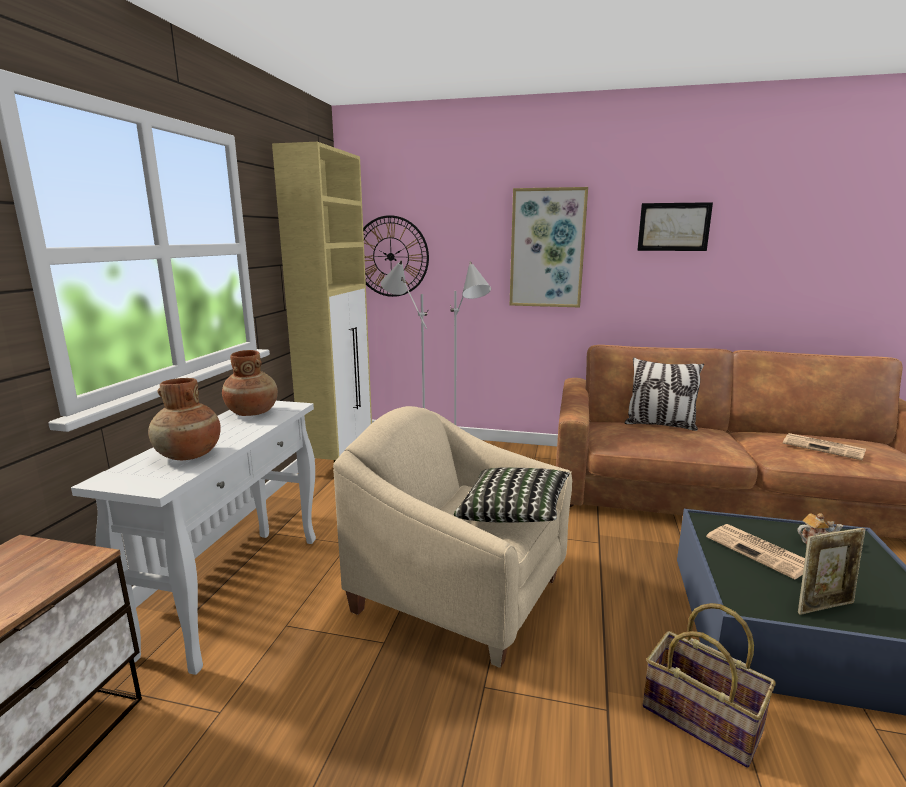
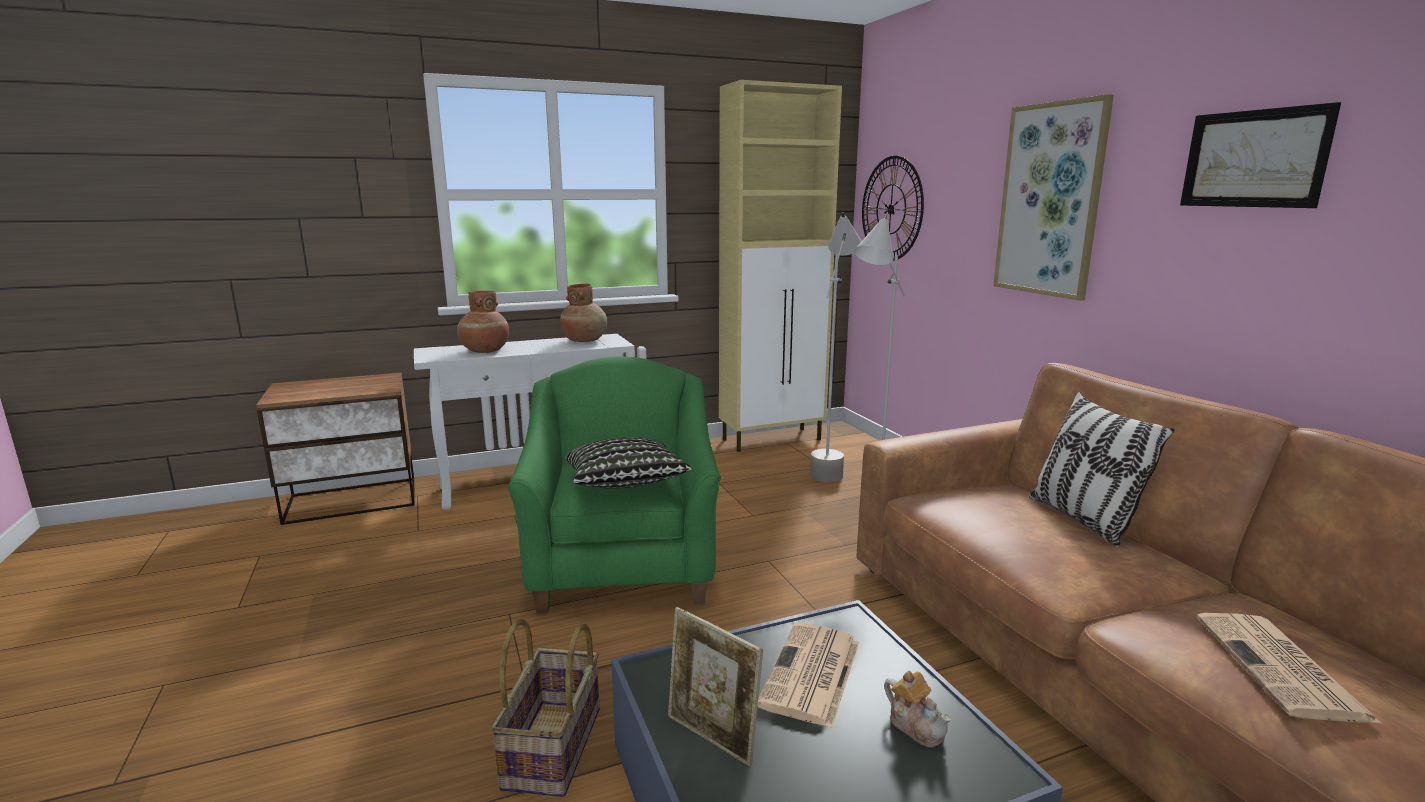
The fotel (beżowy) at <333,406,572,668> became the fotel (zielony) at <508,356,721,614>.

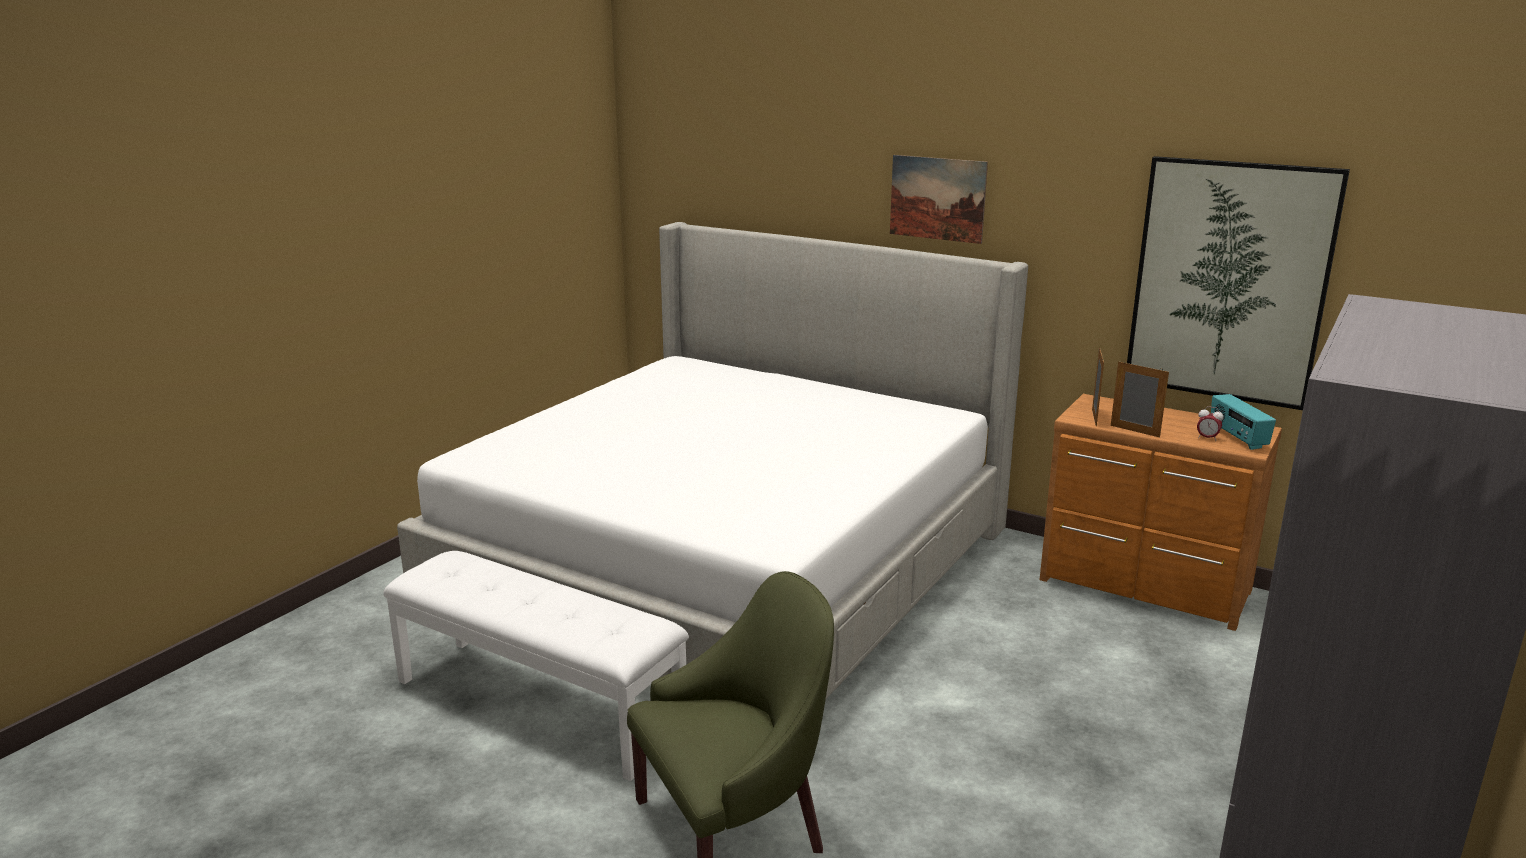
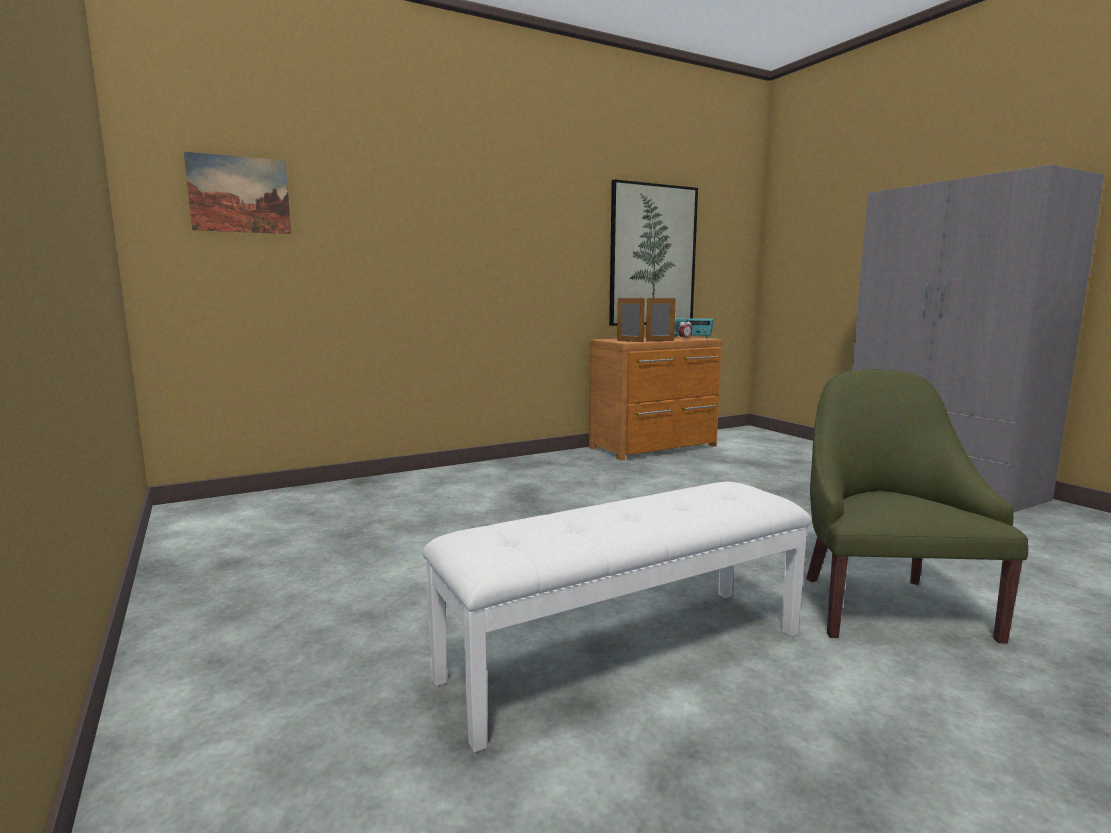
The łóżko at <397,222,1028,699> disappeared. The obraz moved from <890,155,988,244> to <184,151,291,234>.

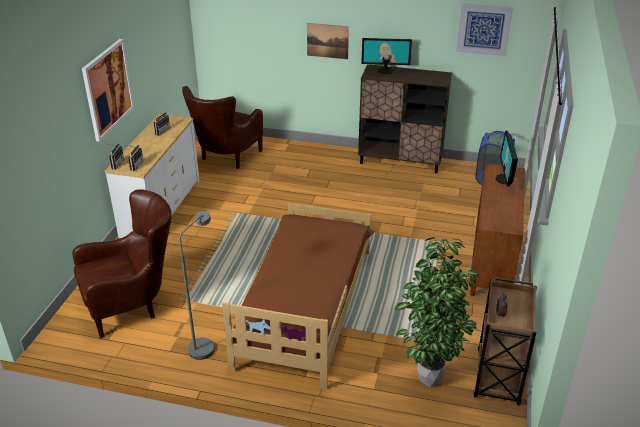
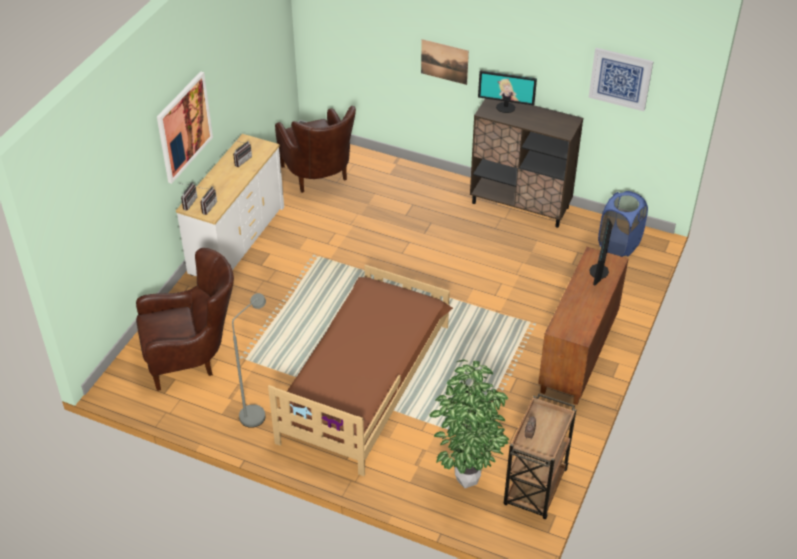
The fotel (brązowy) at <182,86,263,169> turned 60 degrees counterclockwise.

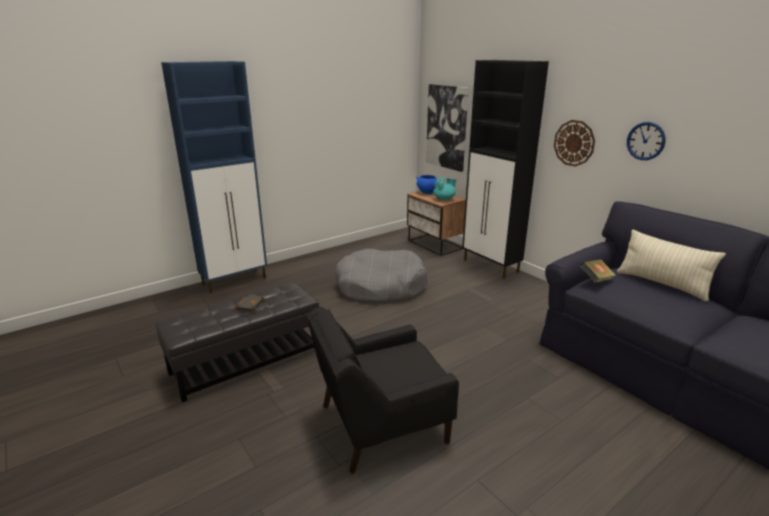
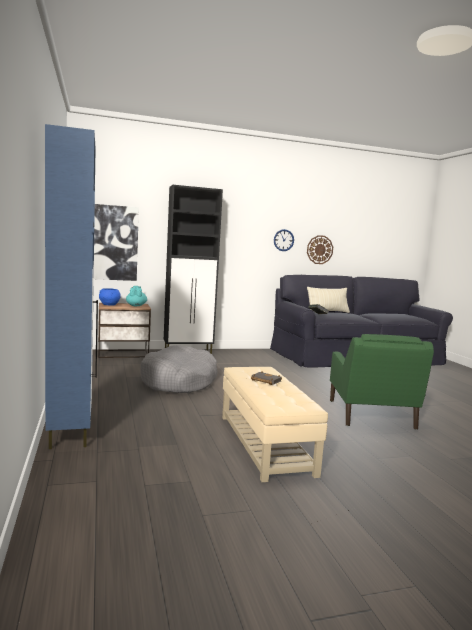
The pufa (czarny) at <155,282,319,402> became the pufa (beżowy) at <222,367,328,482>. The fotel (czarny) at <307,307,459,474> became the fotel (zielony) at <330,334,434,430>. The zegar ścienny moved from <554,120,595,167> to <307,235,333,264>.

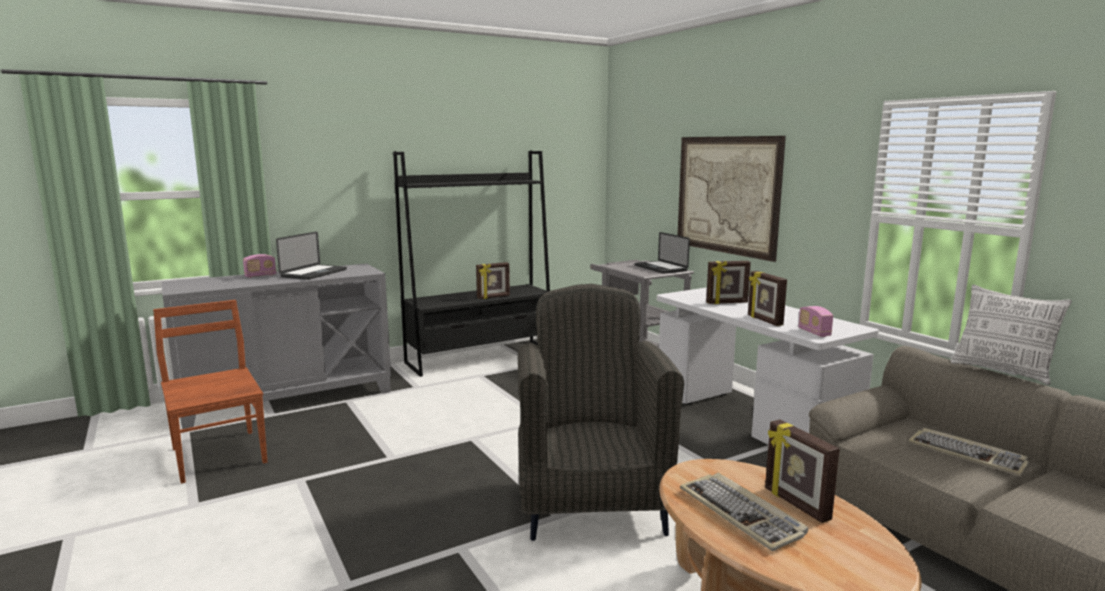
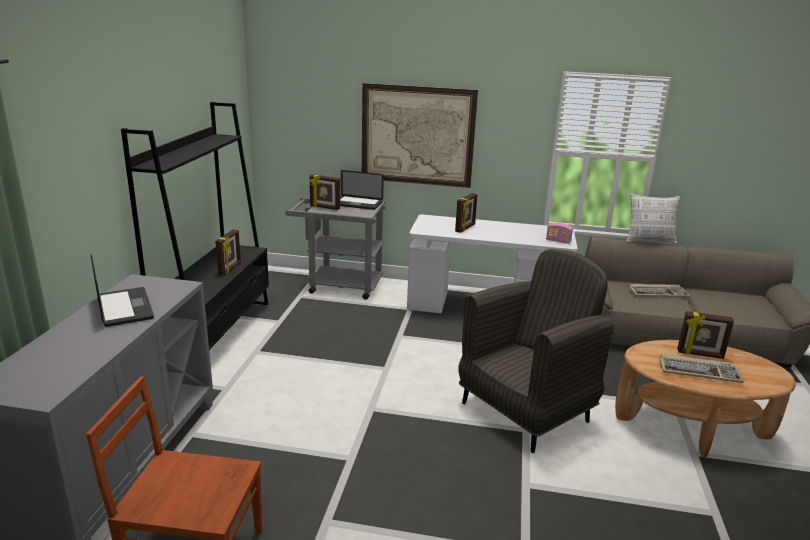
The radio at <243,254,276,278> disappeared. The fotel (szary) at <518,284,684,541> turned 105 degrees clockwise. The ramka na zdjęcie moved from <748,271,787,326> to <309,174,340,210>.

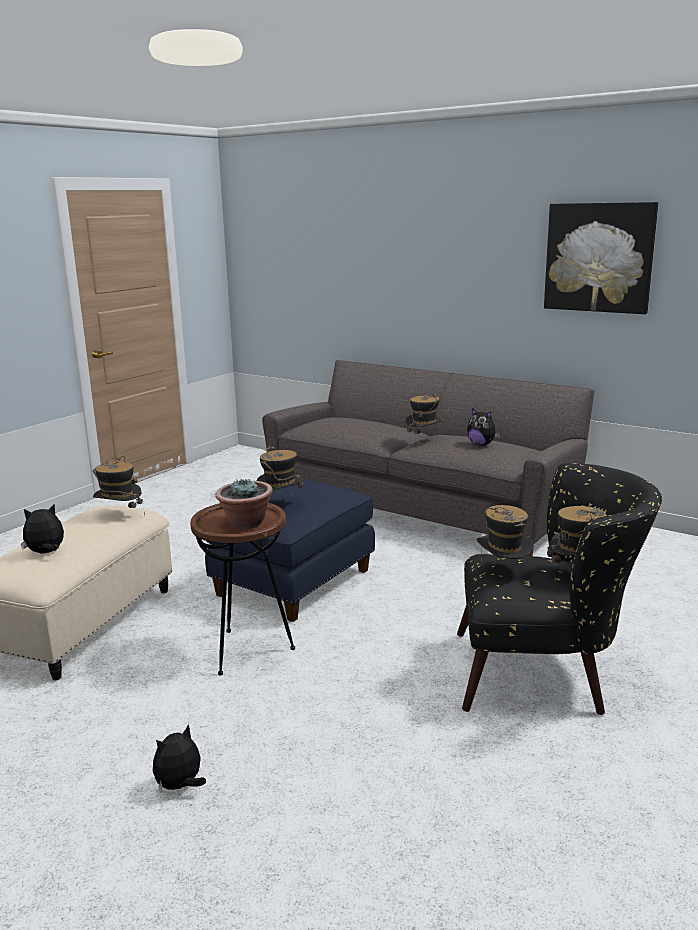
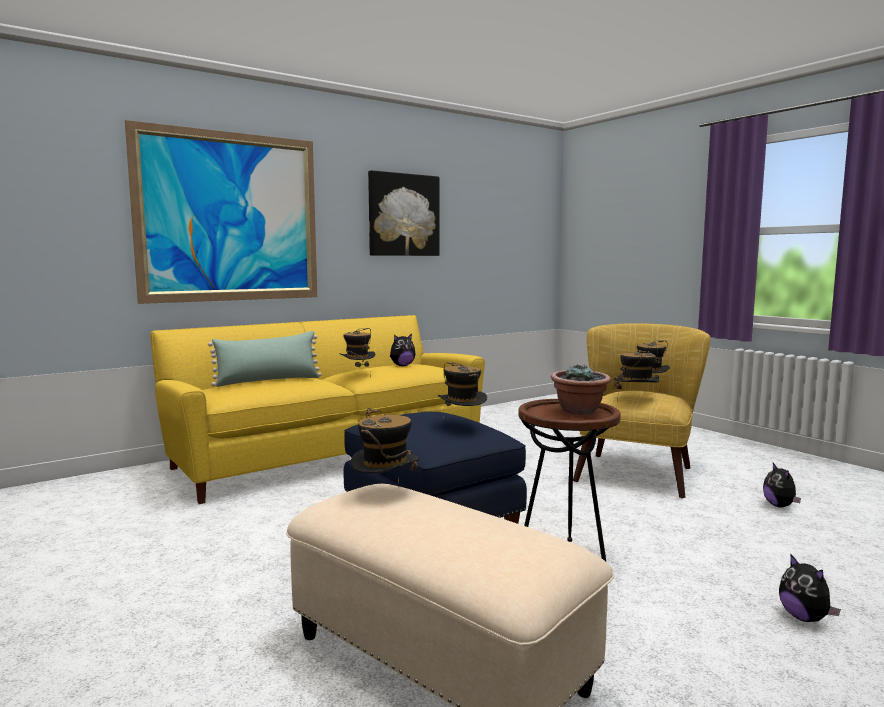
The pluszak moved from <21,504,64,553> to <763,463,801,508>. The kanapa (szary) at <262,360,594,556> became the kanapa (żółty) at <150,315,485,504>. The fotel (czarny) at <457,463,662,715> became the fotel (żółty) at <573,323,711,498>. The obraz at <125,120,317,304> appeared. The poduszka (zielony) at <208,331,322,387> appeared.

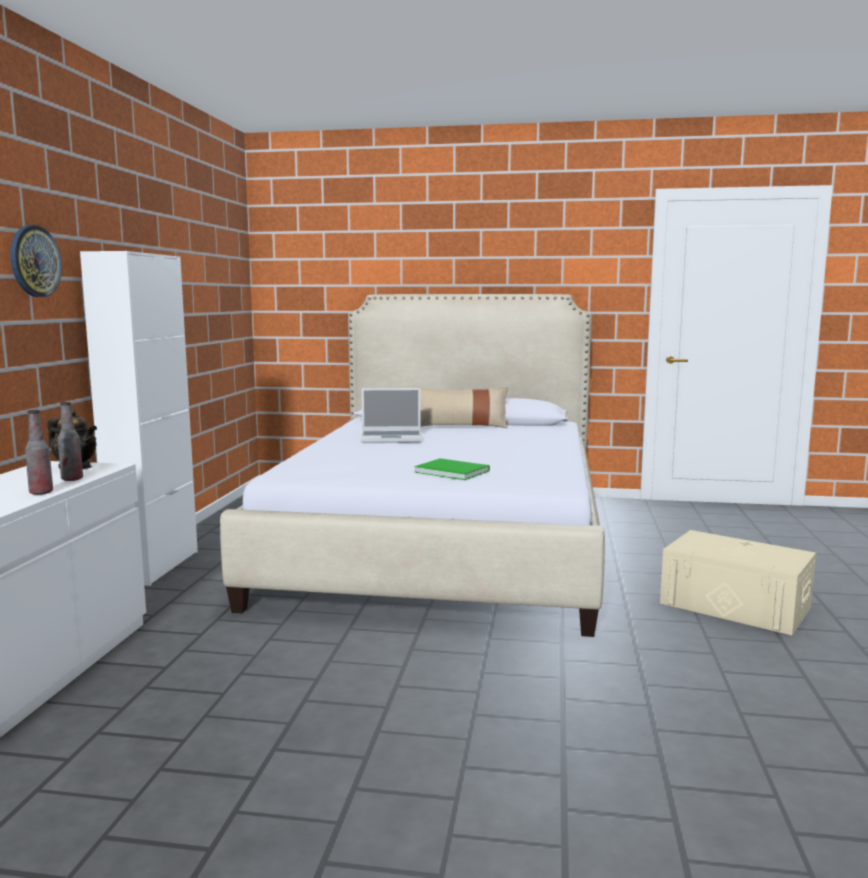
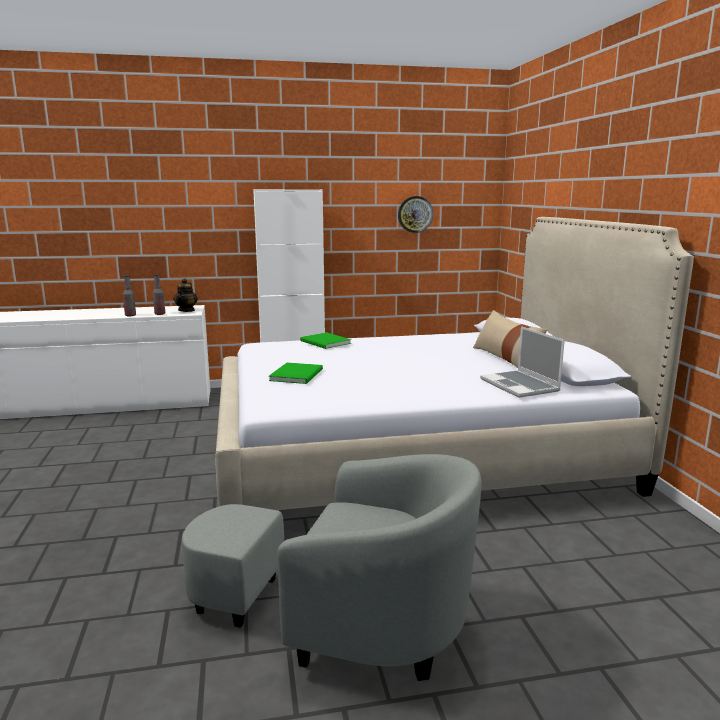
The zegar ścienny moved from <10,225,62,297> to <398,196,433,233>. The laptop moved from <360,388,422,443> to <480,326,565,398>. The pojemnik do przechowywania (beżowy) at <660,530,816,635> was replaced by the fotel (szary) at <182,454,482,681>. The książka (zielony) at <300,332,351,349> appeared.

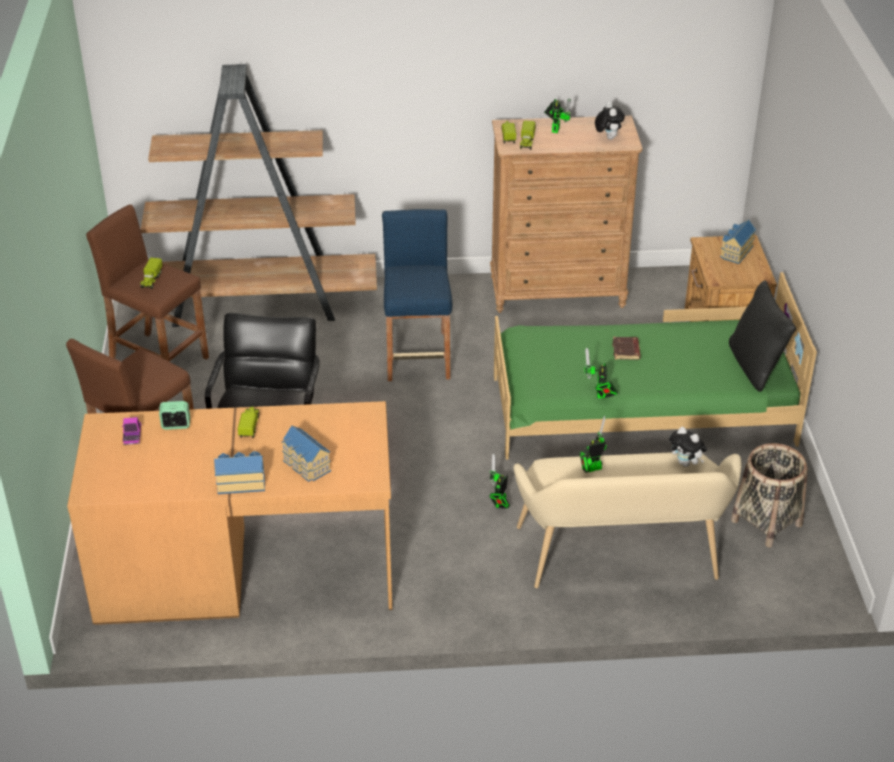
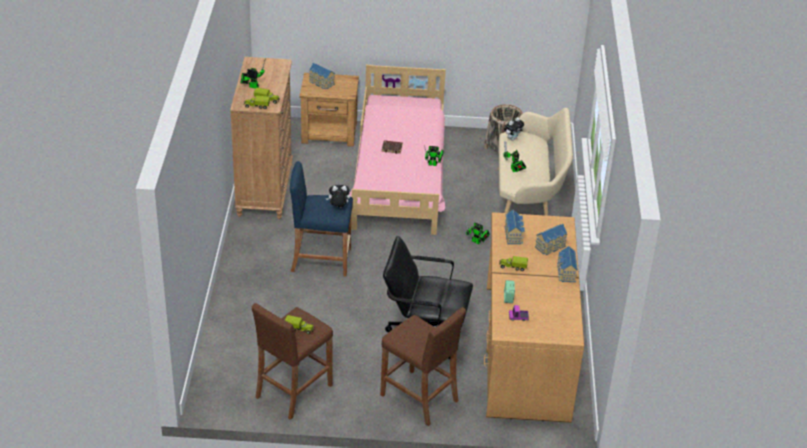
The regał (brązowy) at <141,64,377,327> disappeared. The łóżko (zielony) at <494,272,817,459> became the łóżko (różowy) at <349,65,446,235>. The pluszak moved from <595,102,625,140> to <326,185,350,207>. The poduszka (czarny) at <729,280,796,392> disappeared. The domek at <505,210,525,244> appeared.

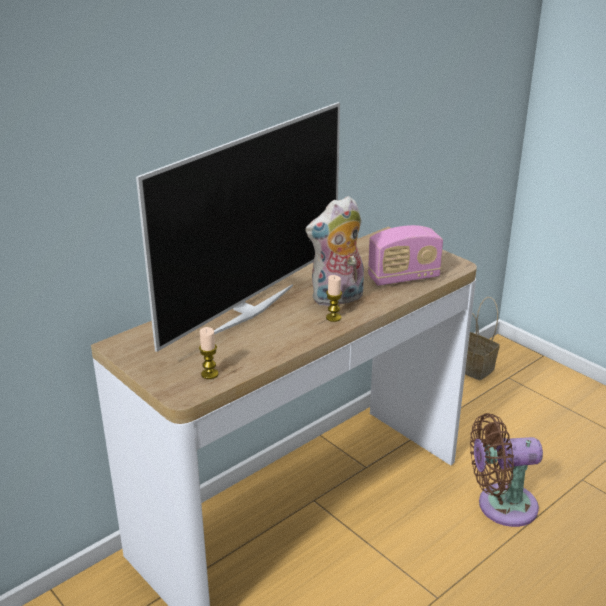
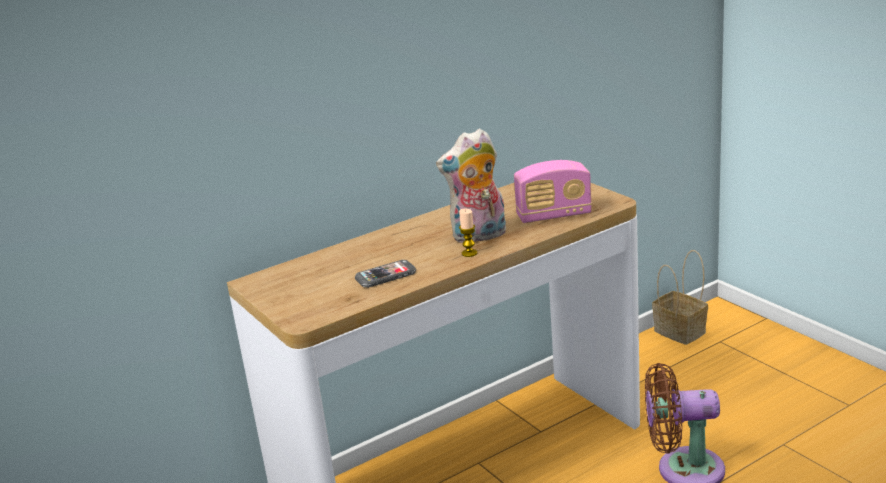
The telewizor at <136,102,340,352> disappeared. The świeca at <199,327,219,379> disappeared. The telefon at <355,260,416,288> appeared.

